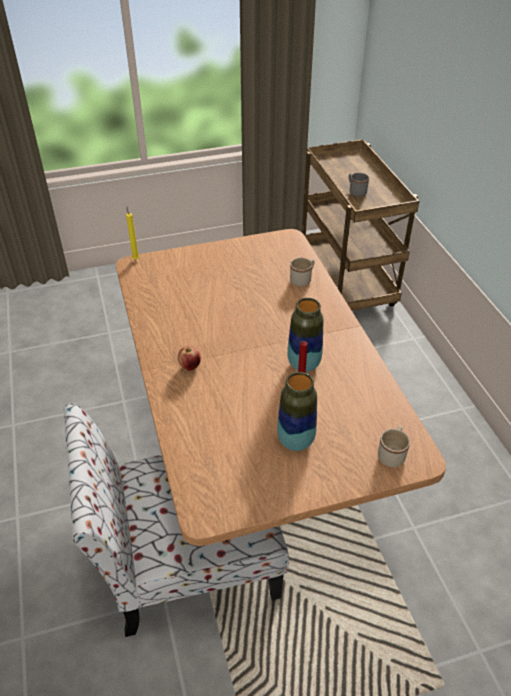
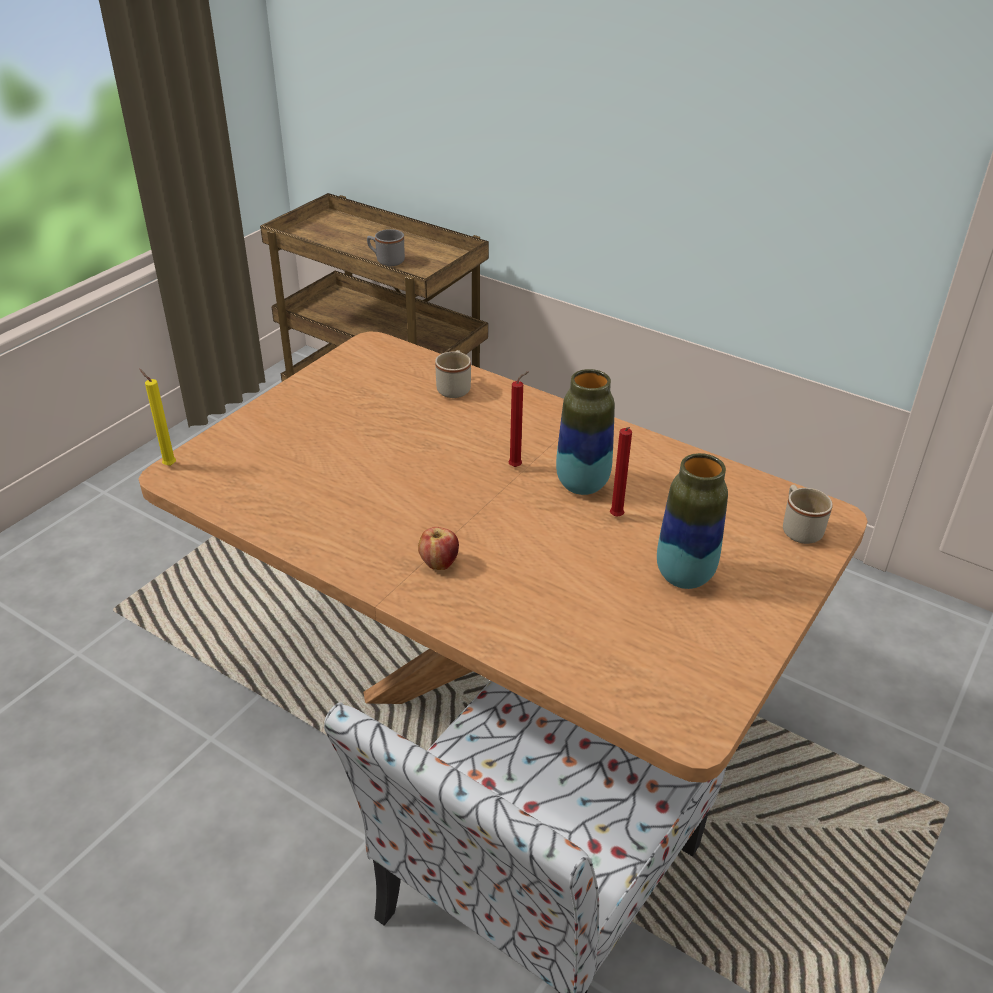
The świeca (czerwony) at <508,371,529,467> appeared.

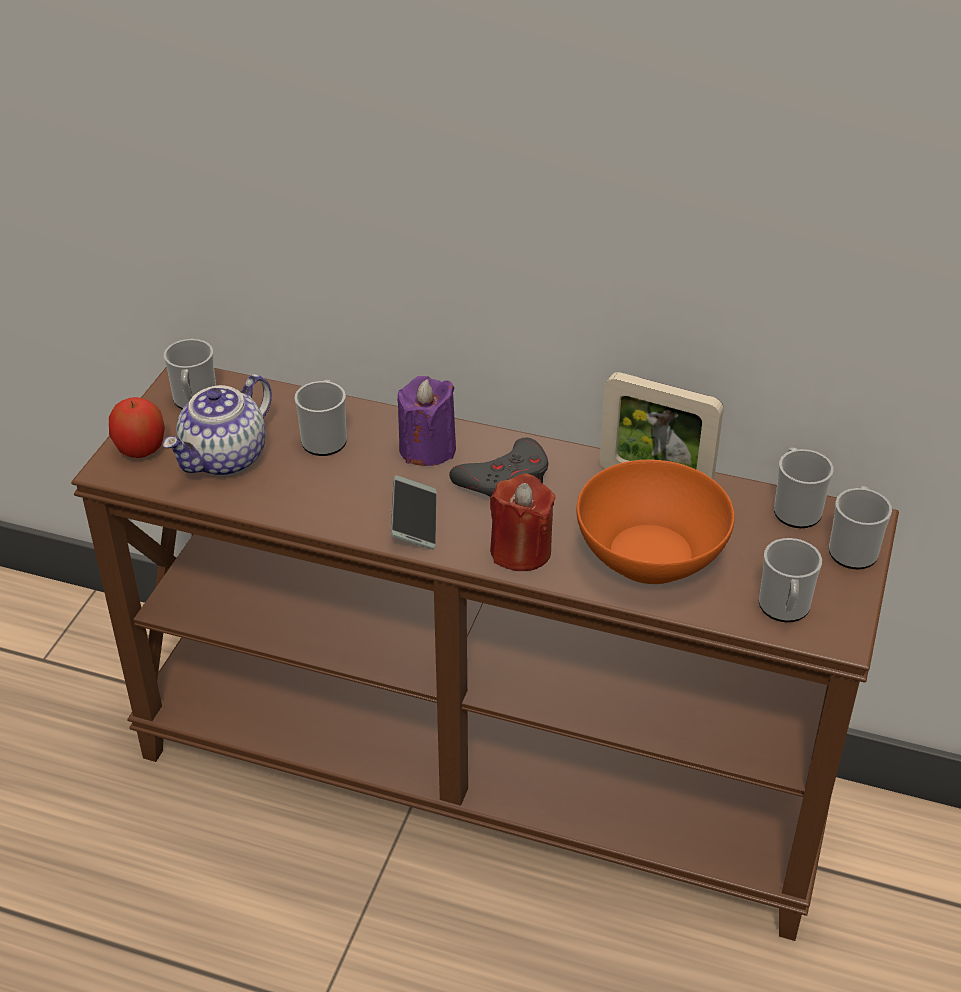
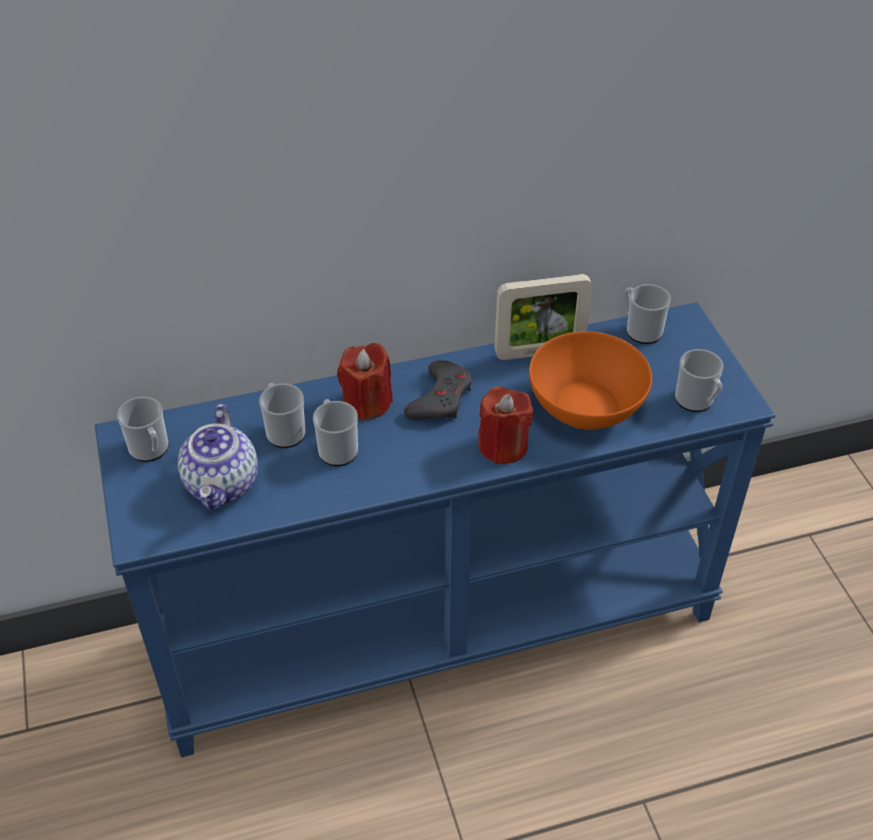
The stolik konsolowy (brązowy) at <71,367,899,941> became the stolik konsolowy (niebieski) at <95,302,776,758>. The jabłko at <109,397,165,458> disappeared. The telefon at <391,475,437,550> disappeared. The świeca (fioletowy) at <398,376,456,466> became the świeca (czerwony) at <337,343,393,421>. The kubek moved from <829,486,892,570> to <313,399,358,466>.

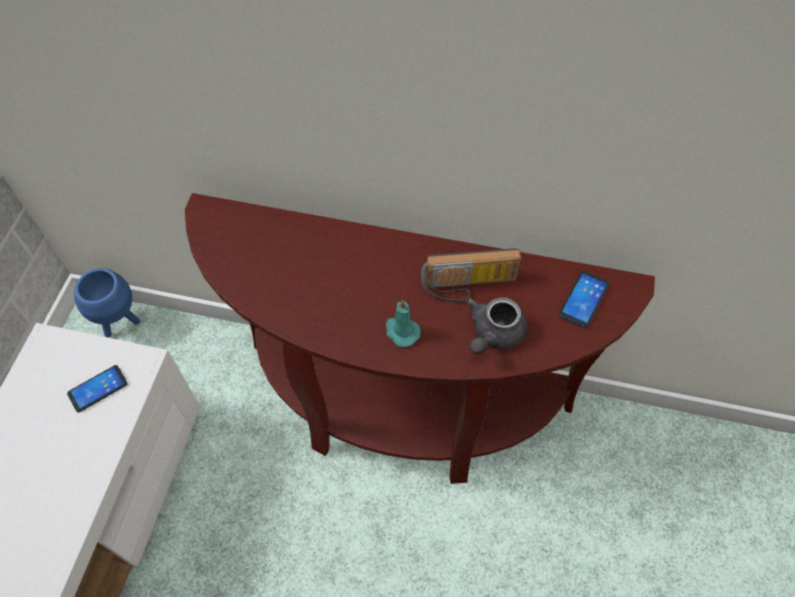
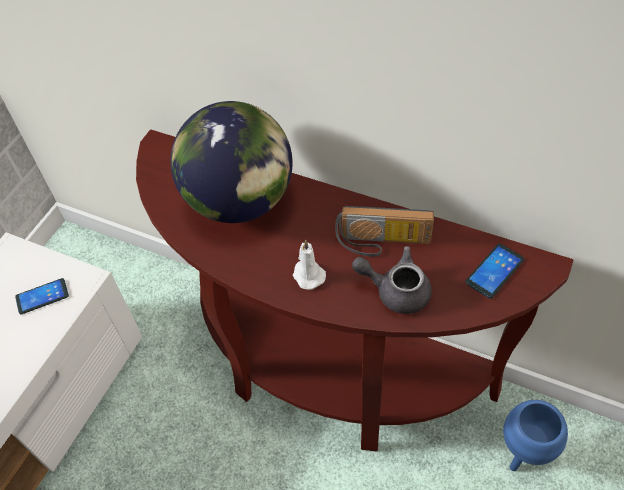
The donica (niebieski) moved from <74,268,140,338> to <503,400,568,471>. The świeca (turkusowy) at <386,300,421,347> became the świeca (biały) at <293,239,326,290>. The imbryk (szary) at <465,297,527,355> turned 60 degrees clockwise. The globus at <170,101,292,223> appeared.

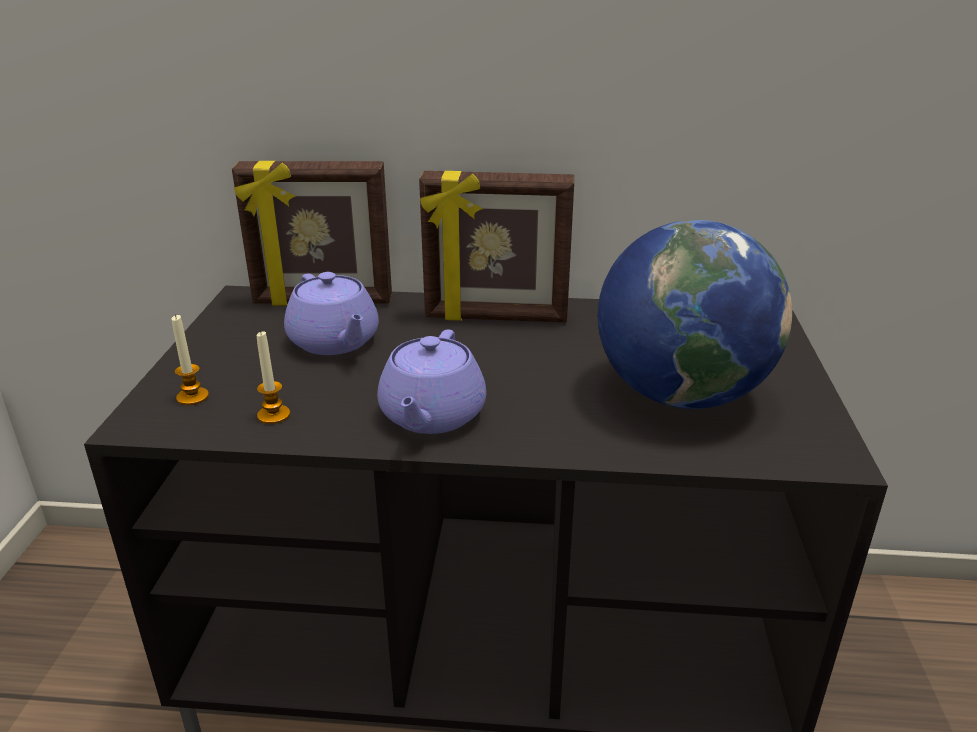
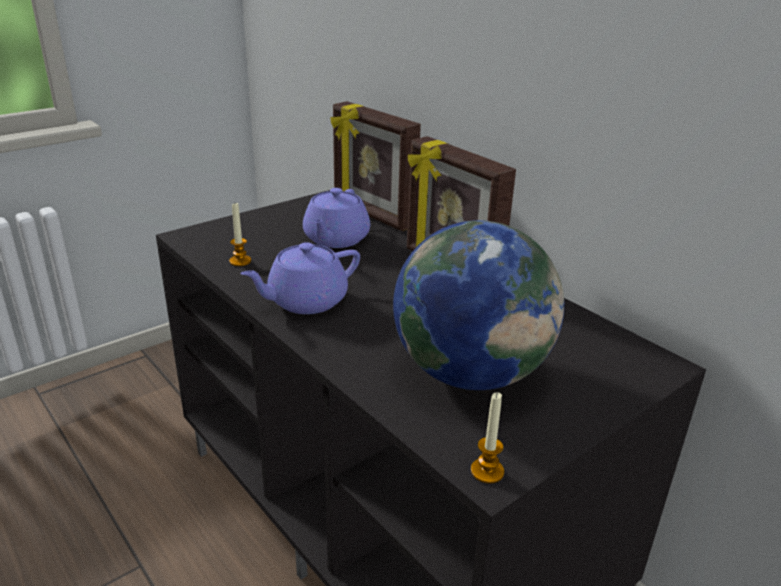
The świeca moved from <172,314,209,405> to <471,392,504,484>.

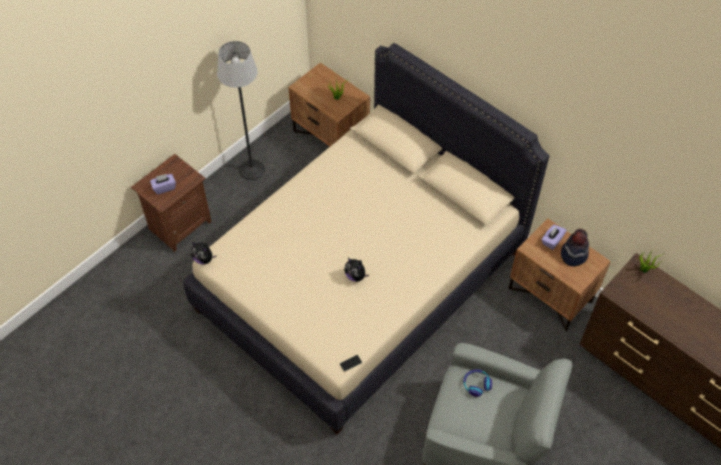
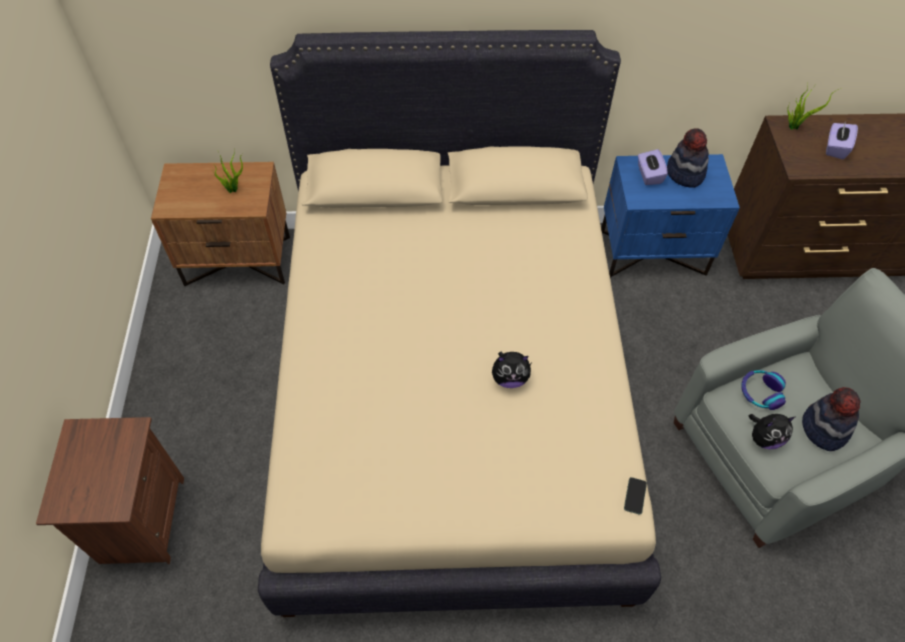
The pudełko chusteczek (fioletowy) moved from <150,174,176,195> to <826,121,858,159>. The pluszak moved from <191,242,216,264> to <748,414,795,449>. The lampa stojąca at <217,41,265,180> disappeared. The szafka nocna (brązowy) at <509,218,611,331> became the szafka nocna (niebieski) at <601,154,740,277>. The kapelusz at <802,387,861,451> appeared.

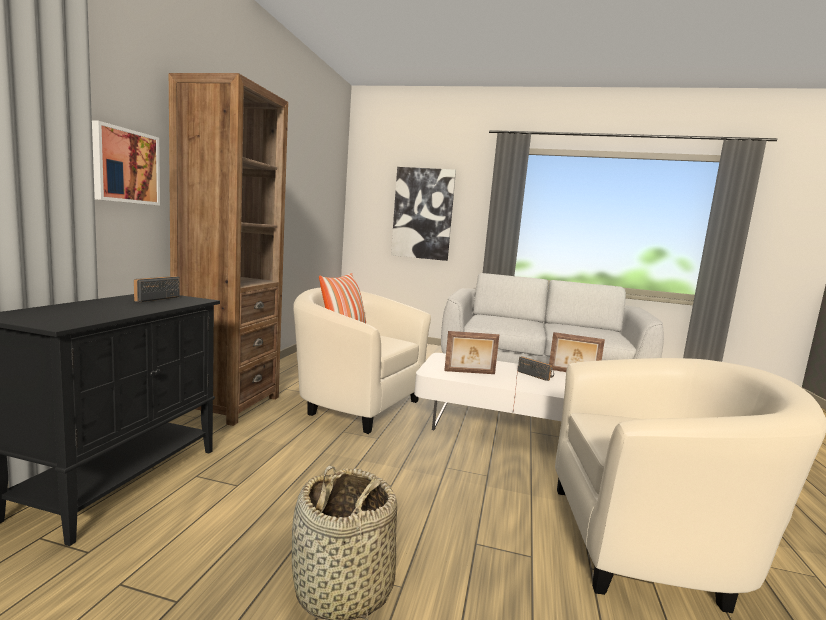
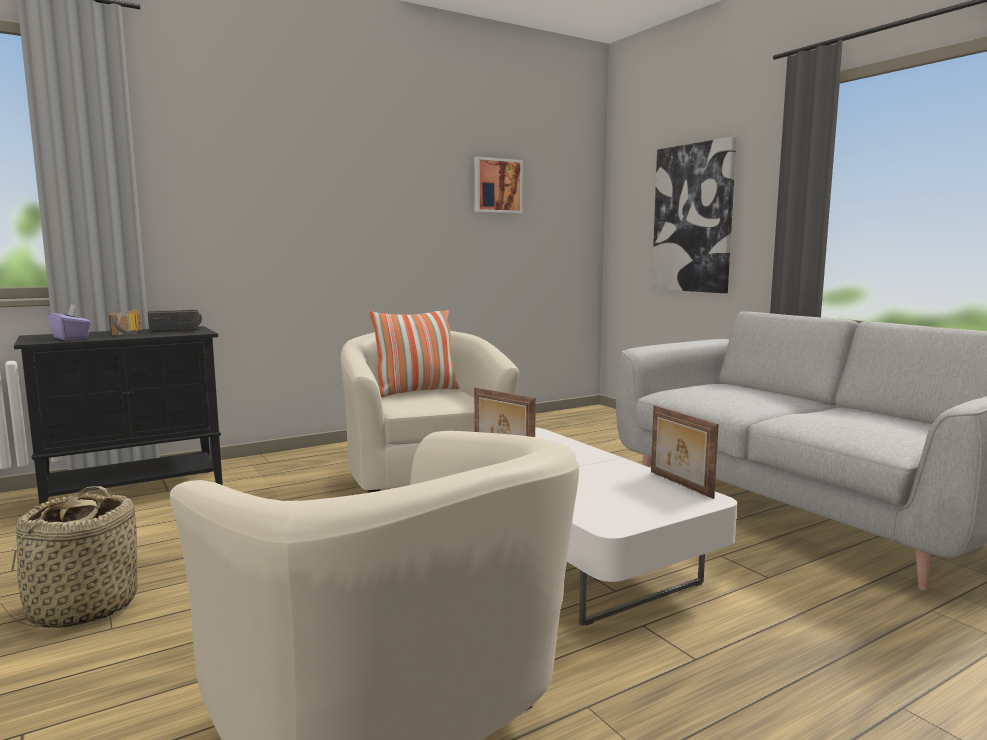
The obraz moved from <92,120,160,206> to <474,157,523,214>. The regał (brązowy) at <169,73,288,426> disappeared. The radio moved from <518,356,554,381> to <109,310,141,336>. The pudełko chusteczek (fioletowy) at <48,305,91,340> appeared.

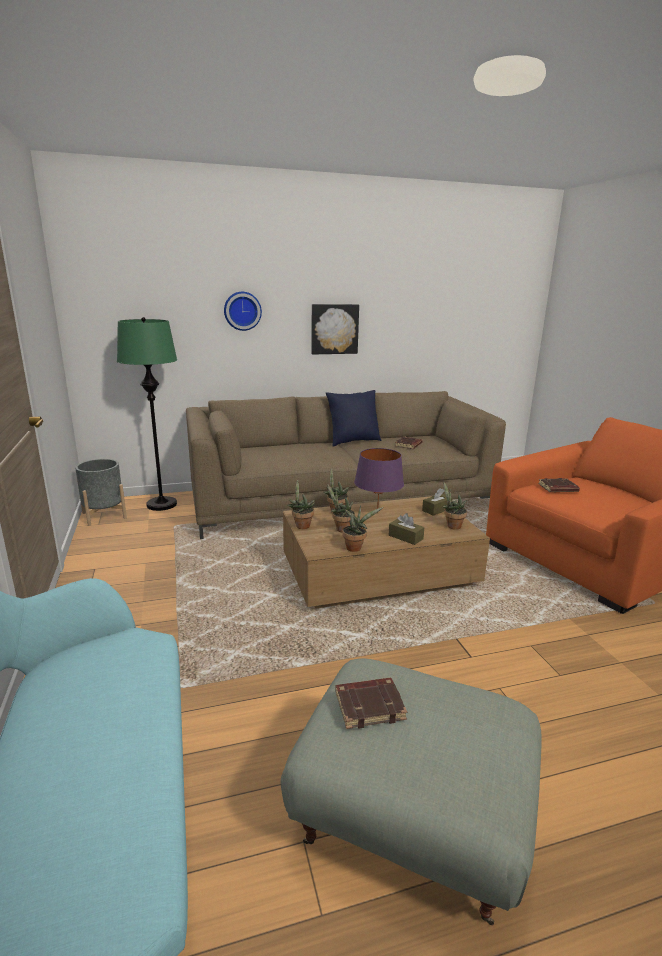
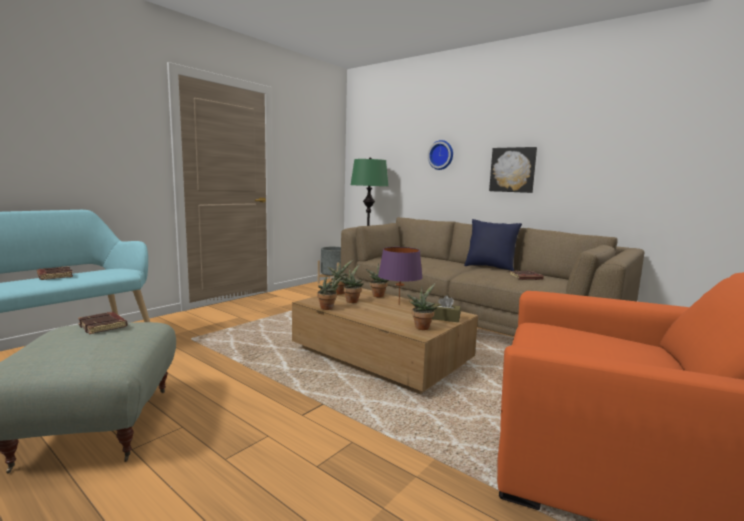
The pudełko chusteczek (brązowy) at <389,513,424,545> disappeared. The książka (brązowy) moved from <538,478,580,492> to <37,266,73,280>.

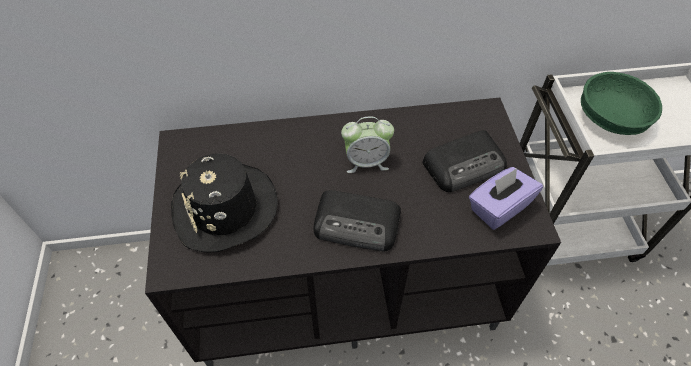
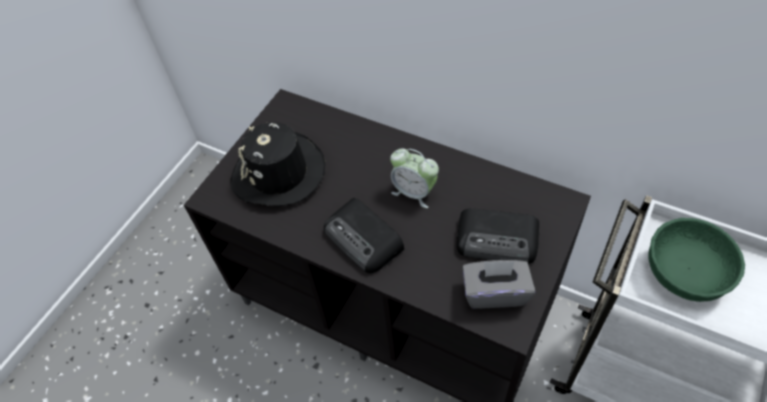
The pudełko chusteczek (fioletowy) at <469,167,543,230> became the pudełko chusteczek (szary) at <462,260,535,309>.

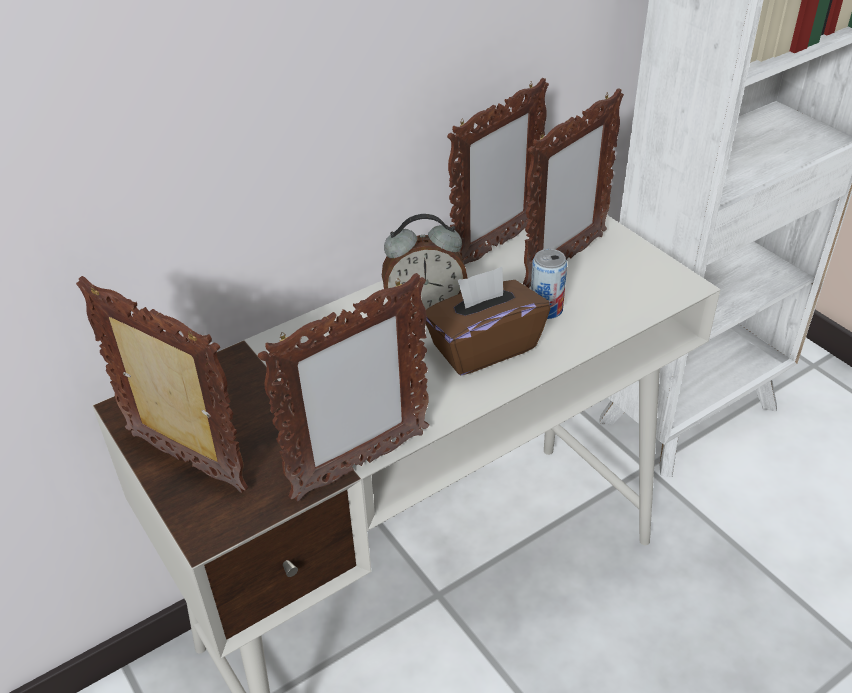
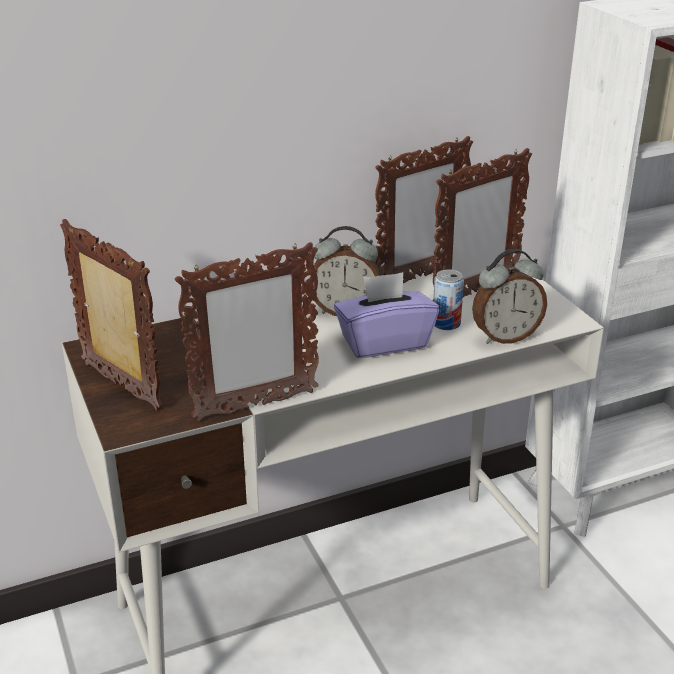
The pudełko chusteczek (brązowy) at <426,267,550,375> became the pudełko chusteczek (fioletowy) at <334,272,439,358>. The budzik at <472,249,547,344> appeared.

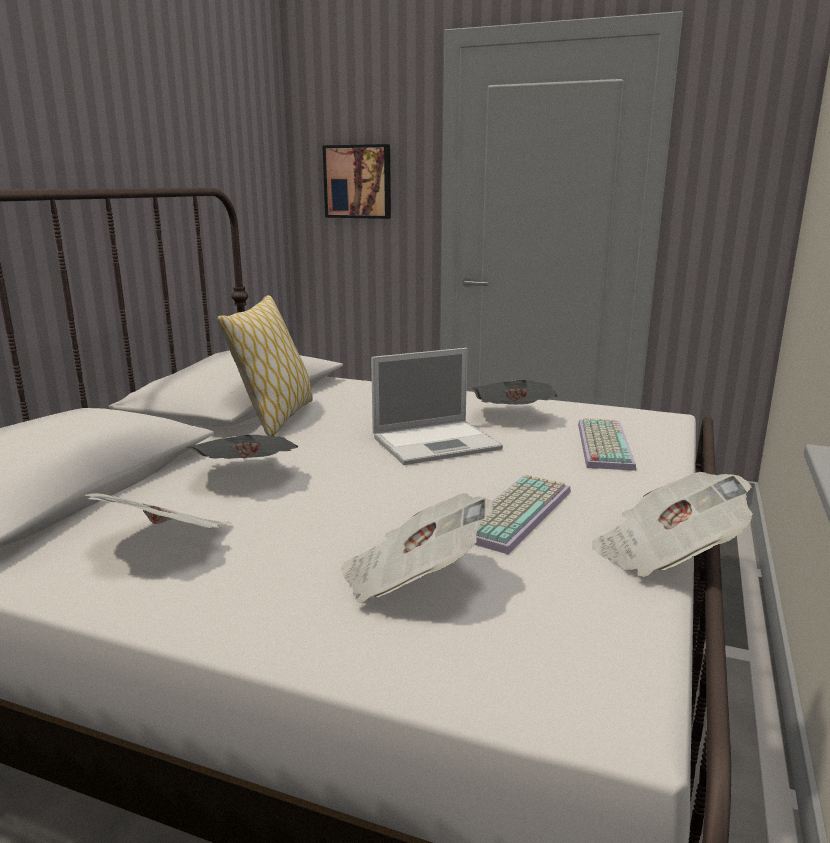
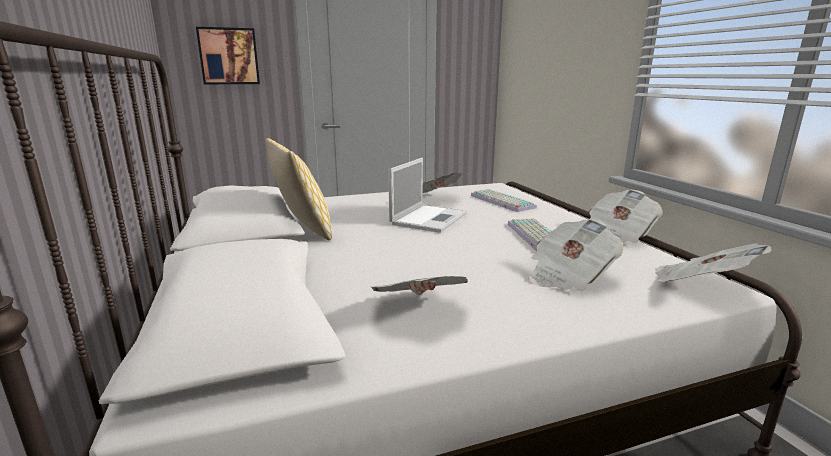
The gazeta moved from <187,435,298,459> to <655,244,772,283>.

